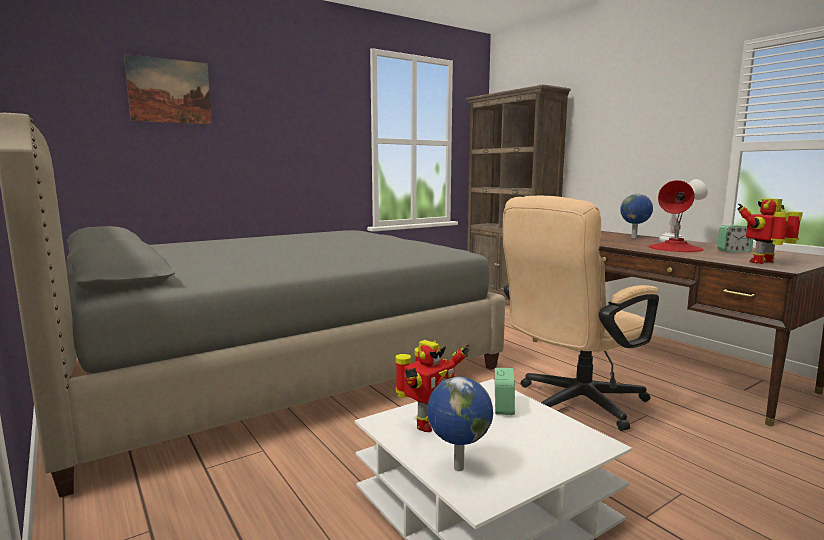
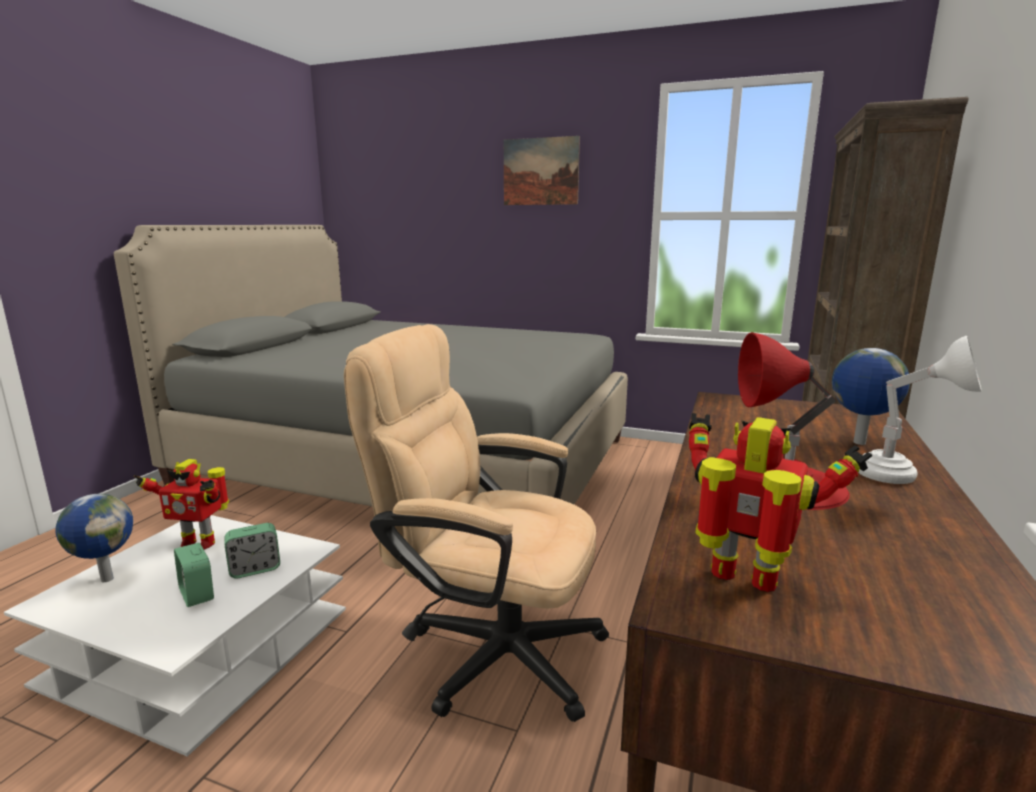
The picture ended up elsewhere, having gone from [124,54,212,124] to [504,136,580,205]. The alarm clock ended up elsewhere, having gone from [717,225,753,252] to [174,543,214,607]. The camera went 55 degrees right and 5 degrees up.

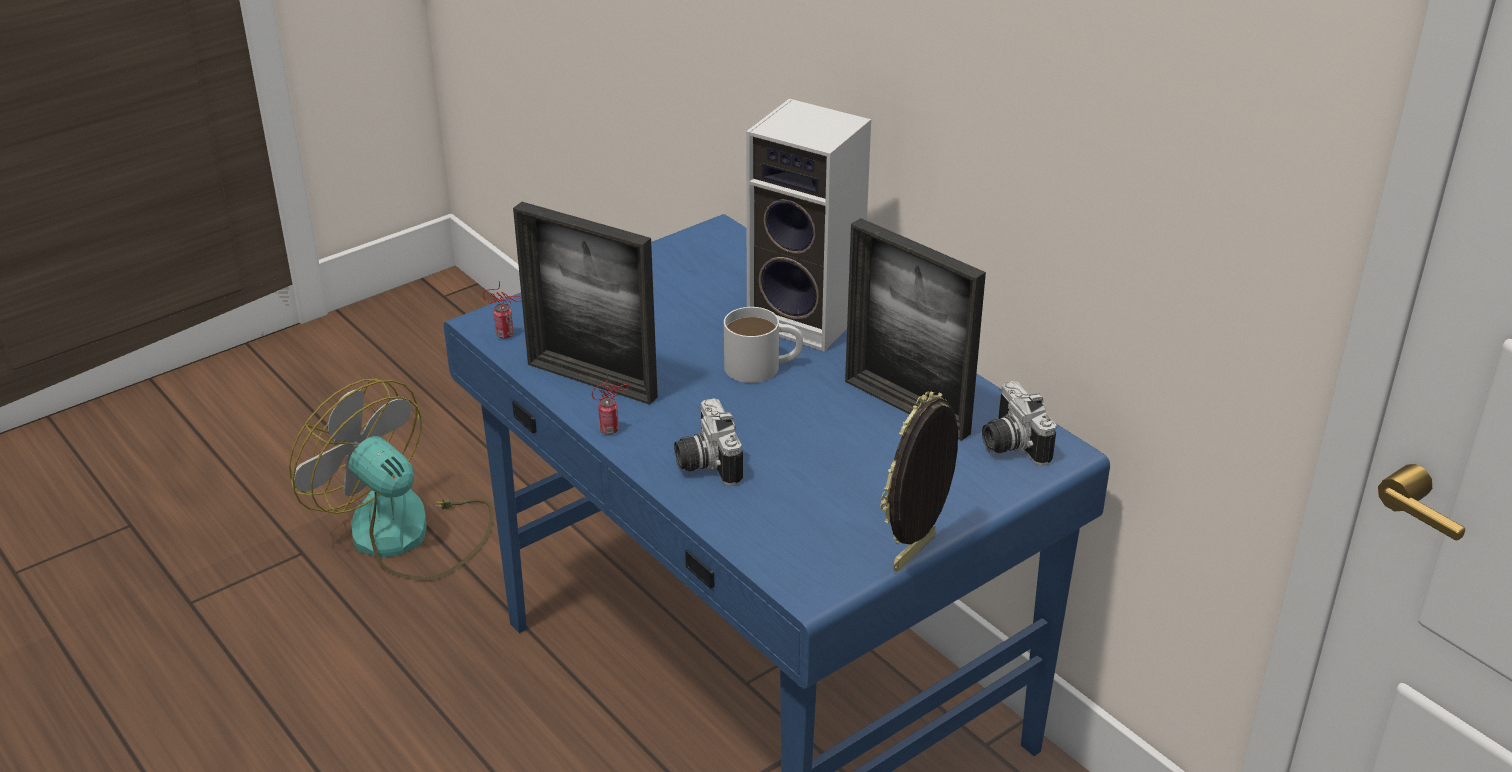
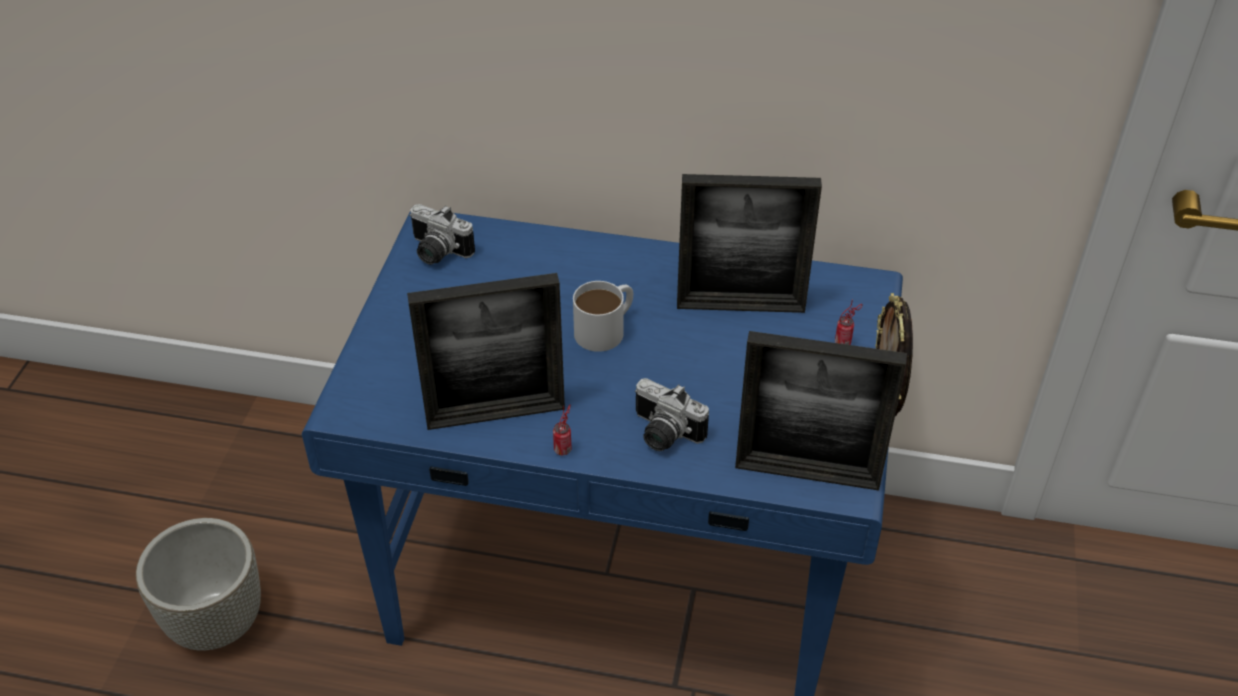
The second view lost the speaker at [746,98,871,352]. The can ended up elsewhere, having gone from [483,281,522,339] to [835,300,863,345]. Where the fan stood at [289,379,494,581], the planter in grey came to stand at [136,518,261,650]. The photo camera ended up elsewhere, having gone from [982,381,1057,466] to [409,204,475,265]. The second view gained the picture frame at [735,331,907,490]. The camera went 40 degrees left and 10 degrees up.

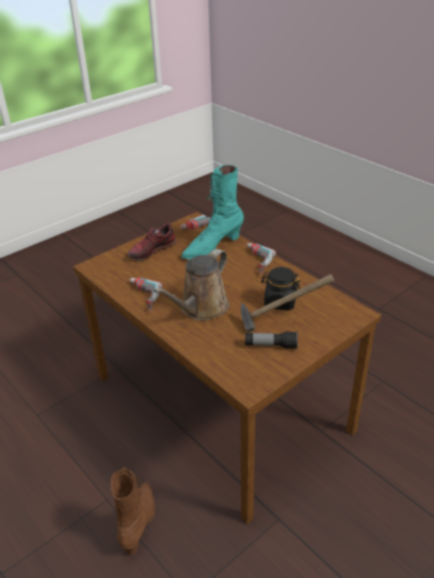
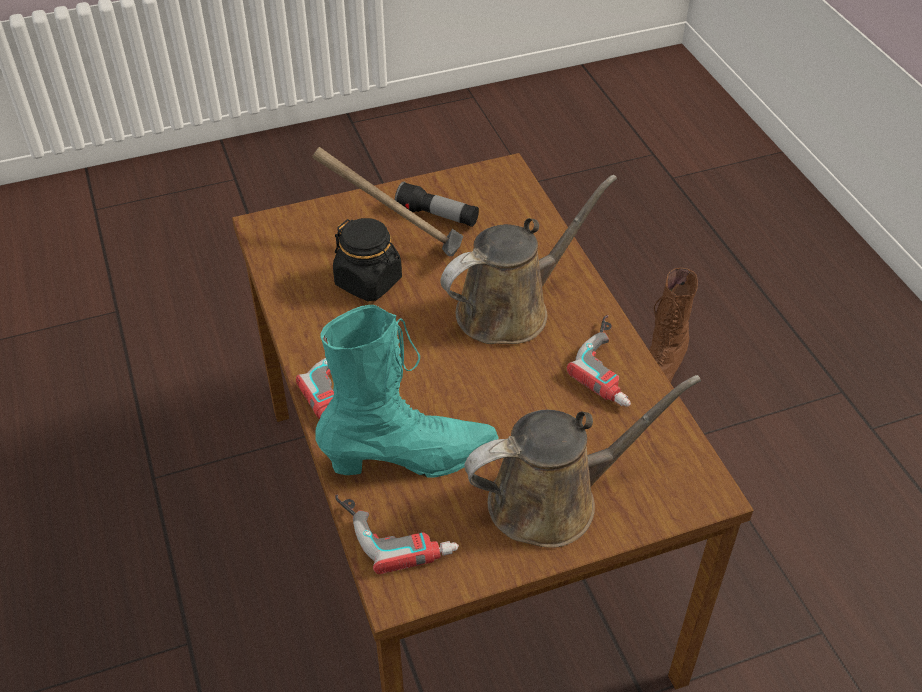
Where the shoe stood at [128,222,177,261], the watering can in brown came to stand at [464,375,701,548]. The camera went 160 degrees left and 10 degrees up.

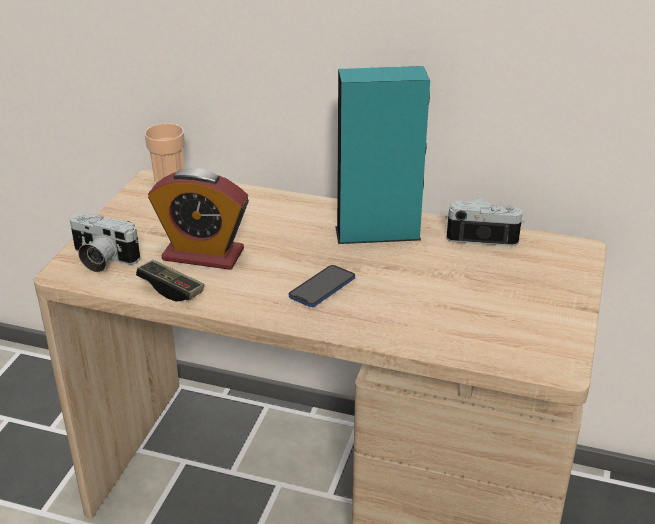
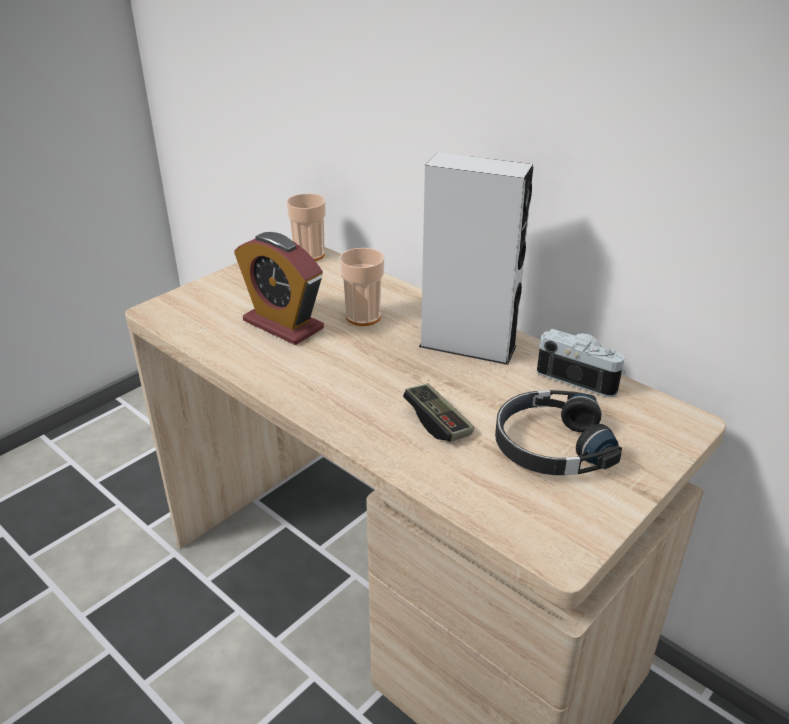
What was the speaker in turquoise at [335,66,430,244] turned into the speaker in grey at [419,152,533,365]. The second view lost the photo camera at [70,213,140,272]. The game controller ended up elsewhere, having gone from [136,260,204,302] to [403,384,474,442]. The second view lost the phone at [289,265,355,307]. The second view gained the cup at [340,248,384,326]. The second view gained the headphones in black at [495,390,622,475]. The camera went 25 degrees right and 0 degrees up.

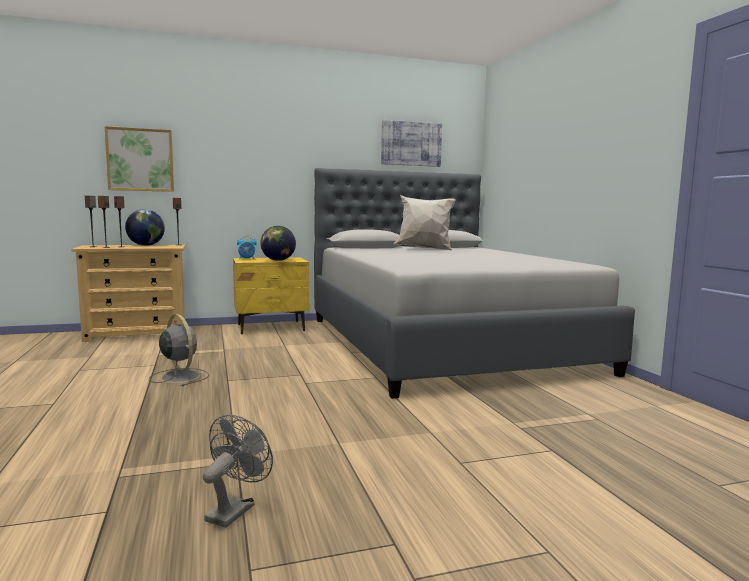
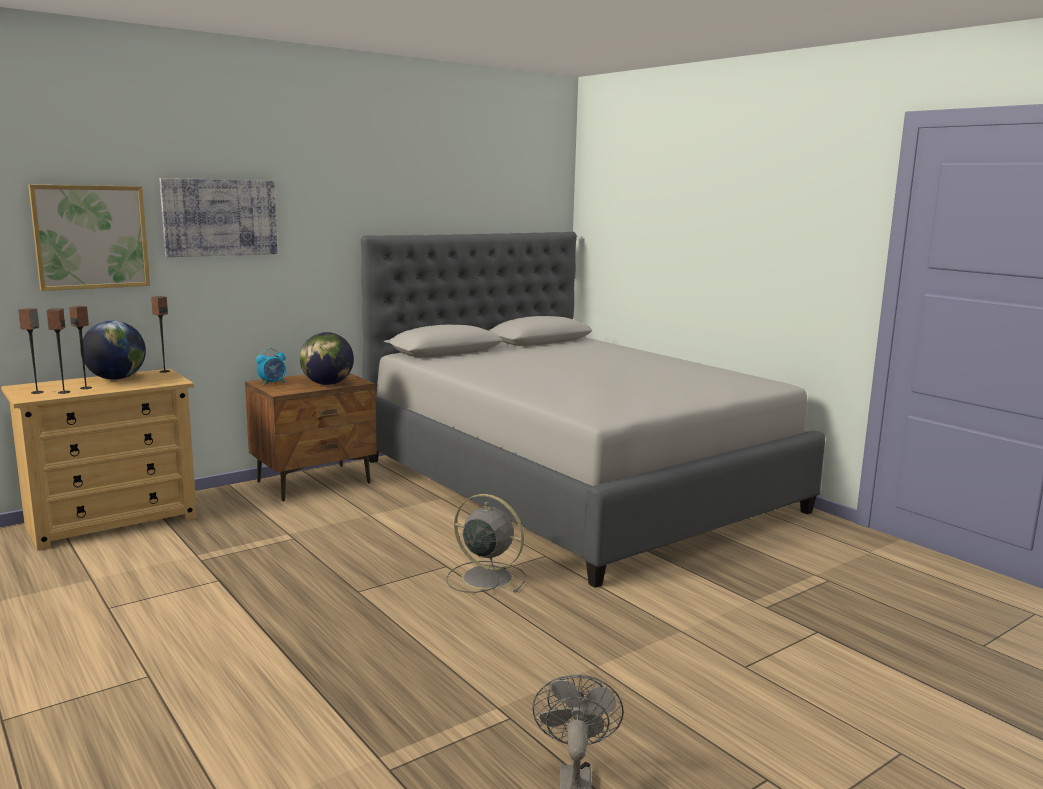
The picture ended up elsewhere, having gone from [381,120,442,167] to [159,178,278,257]. The second view lost the pillow in white at [393,195,456,250]. What was the nightstand in yellow at [233,257,309,334] turned into the nightstand in brown at [245,373,377,501]. The fan in grey ended up elsewhere, having gone from [149,314,209,386] to [447,494,526,593]. The camera went 20 degrees left and 5 degrees up.

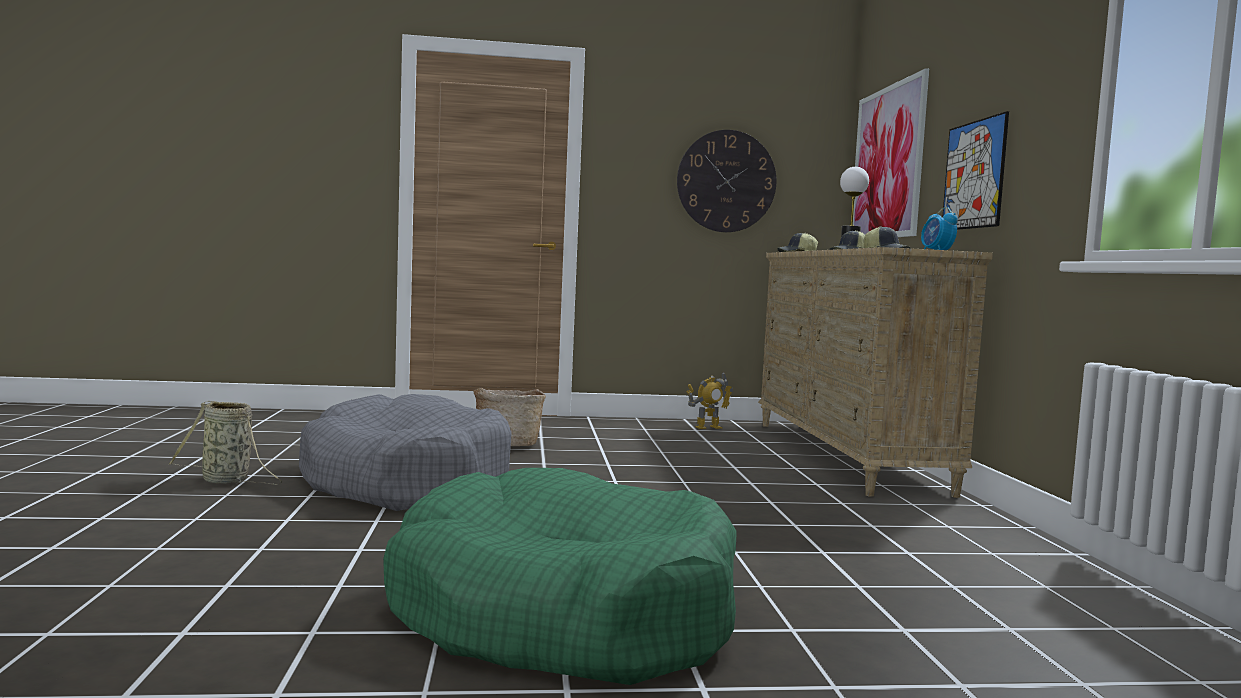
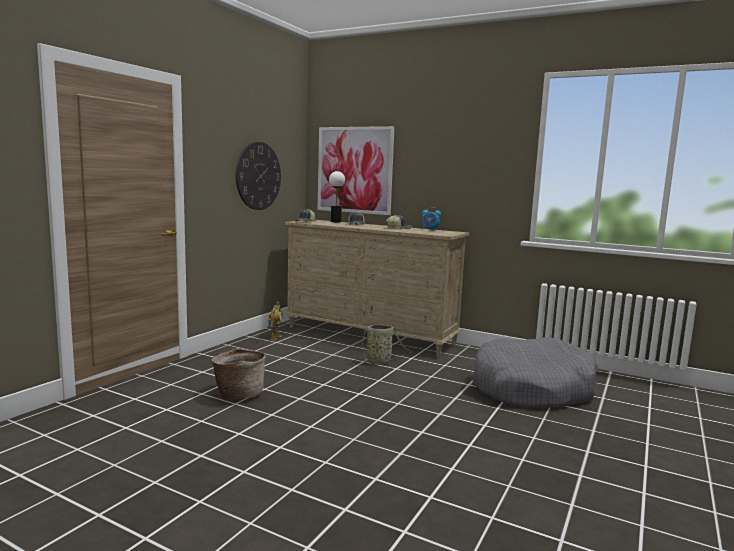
The second view lost the picture at [942,111,1009,230]. The dog bed in grey ended up elsewhere, having gone from [299,394,512,511] to [473,337,598,409]. The basket ended up elsewhere, having gone from [168,401,282,485] to [356,324,411,365]. The second view lost the dog bed in green at [383,468,737,685]. The camera went 55 degrees left and 5 degrees up.

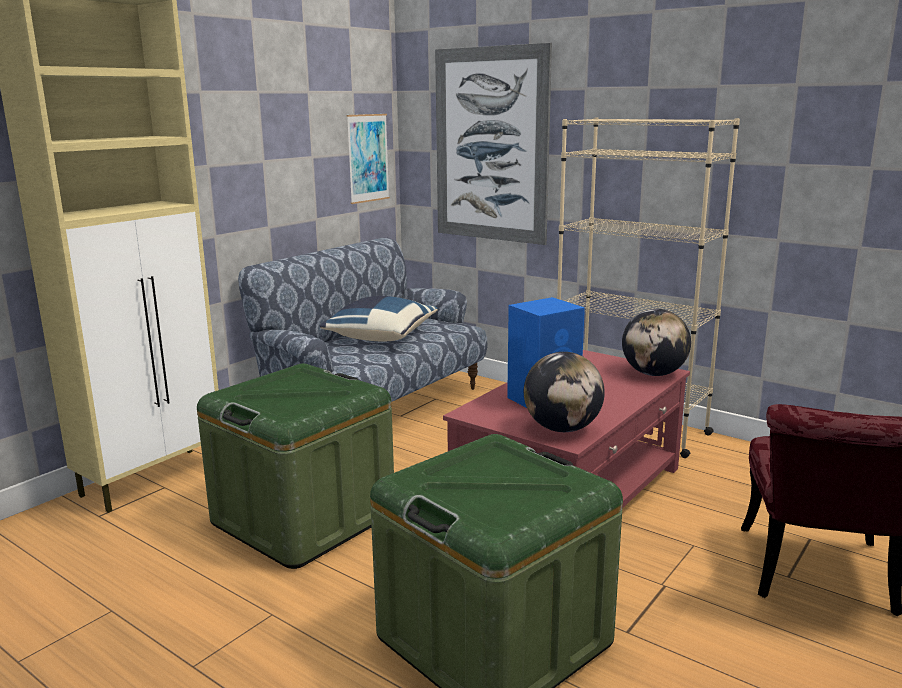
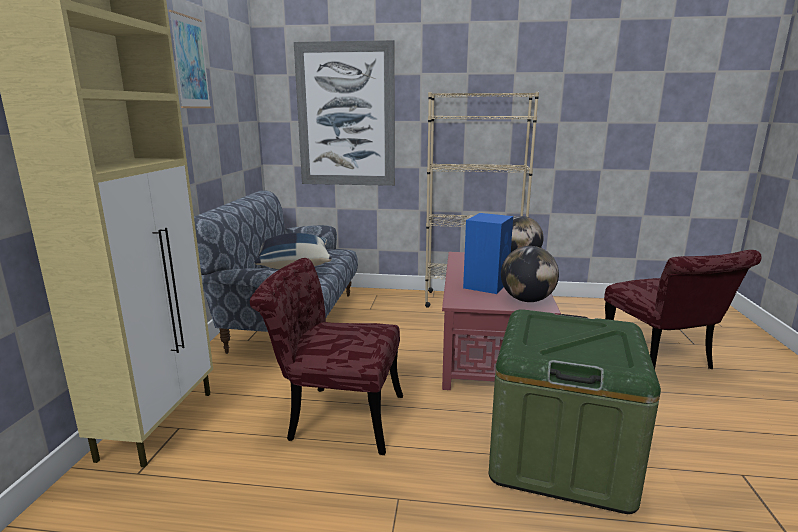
The picture ended up elsewhere, having gone from [346,114,390,204] to [169,10,211,108]. Where the storage box in green stood at [197,363,394,569], the chair in red came to stand at [250,258,403,455]. The camera went 30 degrees left and 0 degrees up.

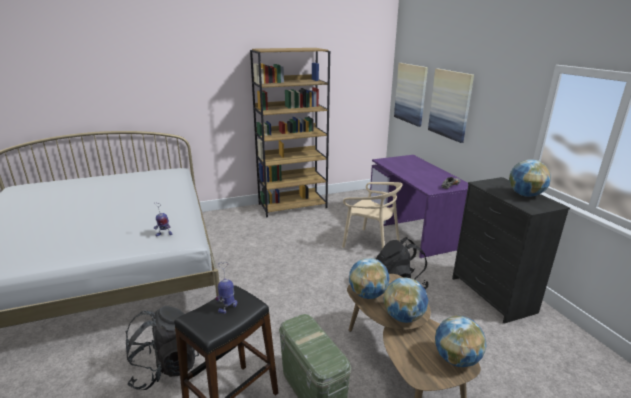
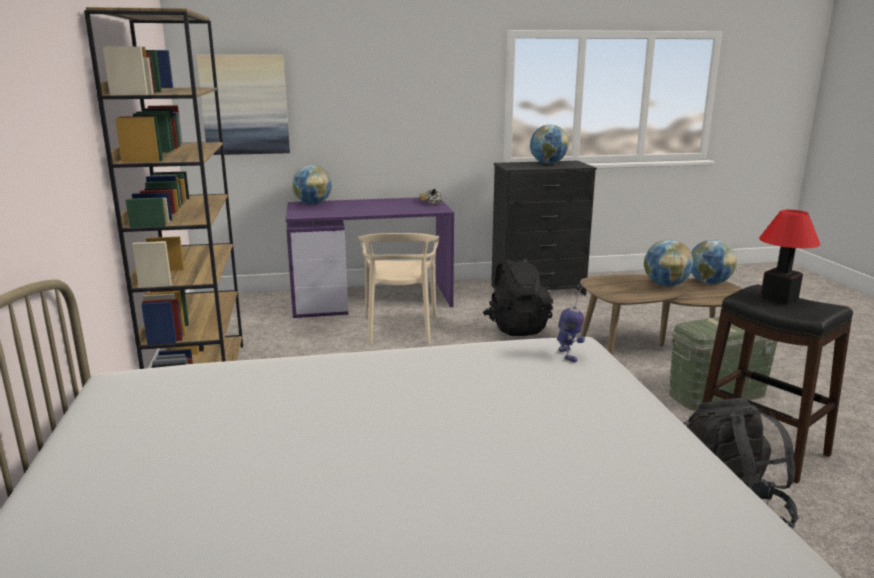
The second view lost the picture at [428,69,474,143]. The chair in beige at [342,182,403,249] ended up facing another way, 135 degrees clockwise from before. The globe ended up elsewhere, having gone from [349,258,389,299] to [292,165,332,204]. Where the toy robot stood at [215,262,238,314], the table lamp came to stand at [759,210,820,304]. The camera went 80 degrees left and 5 degrees down.

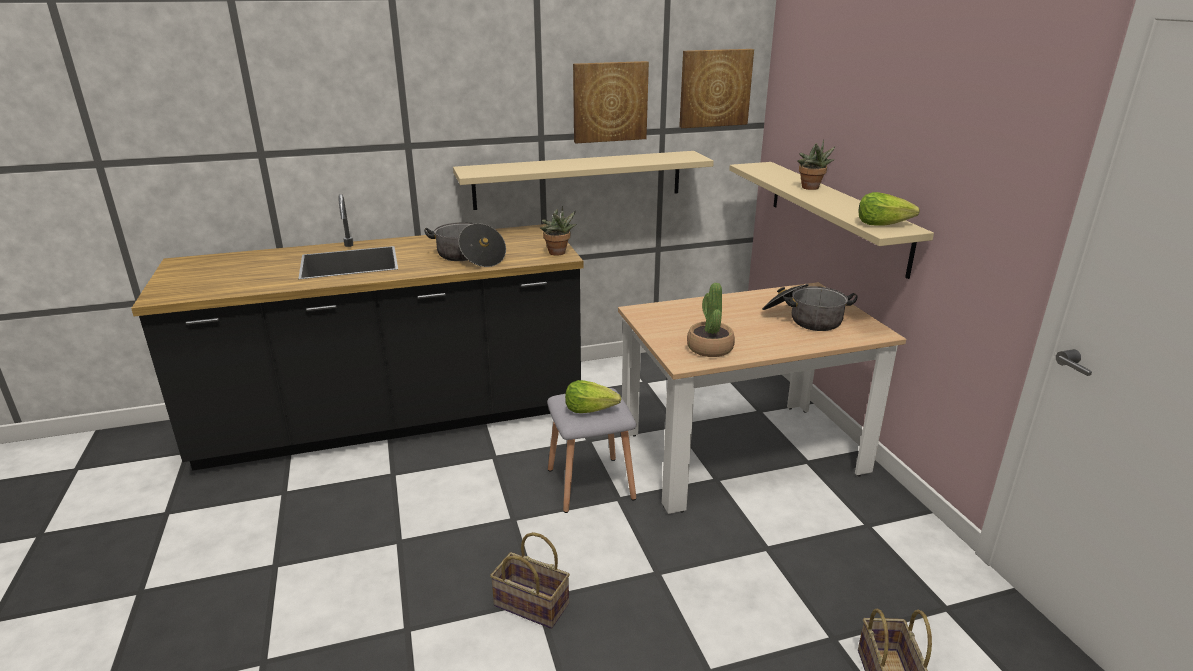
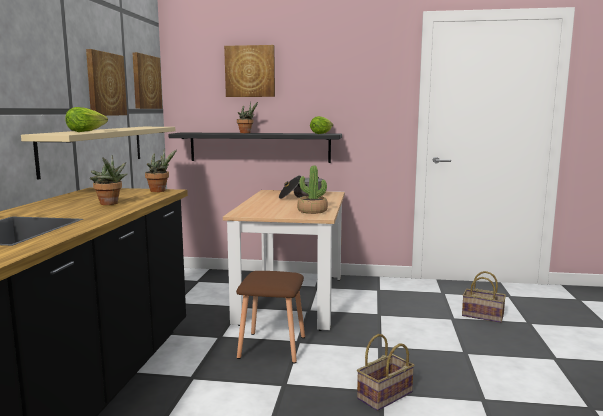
What was the shelf in beige at [729,162,934,279] turned into the shelf in black at [168,133,342,163]. Where the cooking pot stood at [424,222,506,267], the potted plant came to stand at [90,155,128,205]. The lettuce ended up elsewhere, having gone from [565,380,621,413] to [65,107,108,132]. What was the stool in grey at [547,388,636,513] turned into the stool in brown at [236,271,305,363]. The second view gained the picture at [224,45,275,97]. The camera went 65 degrees left and 15 degrees down.

